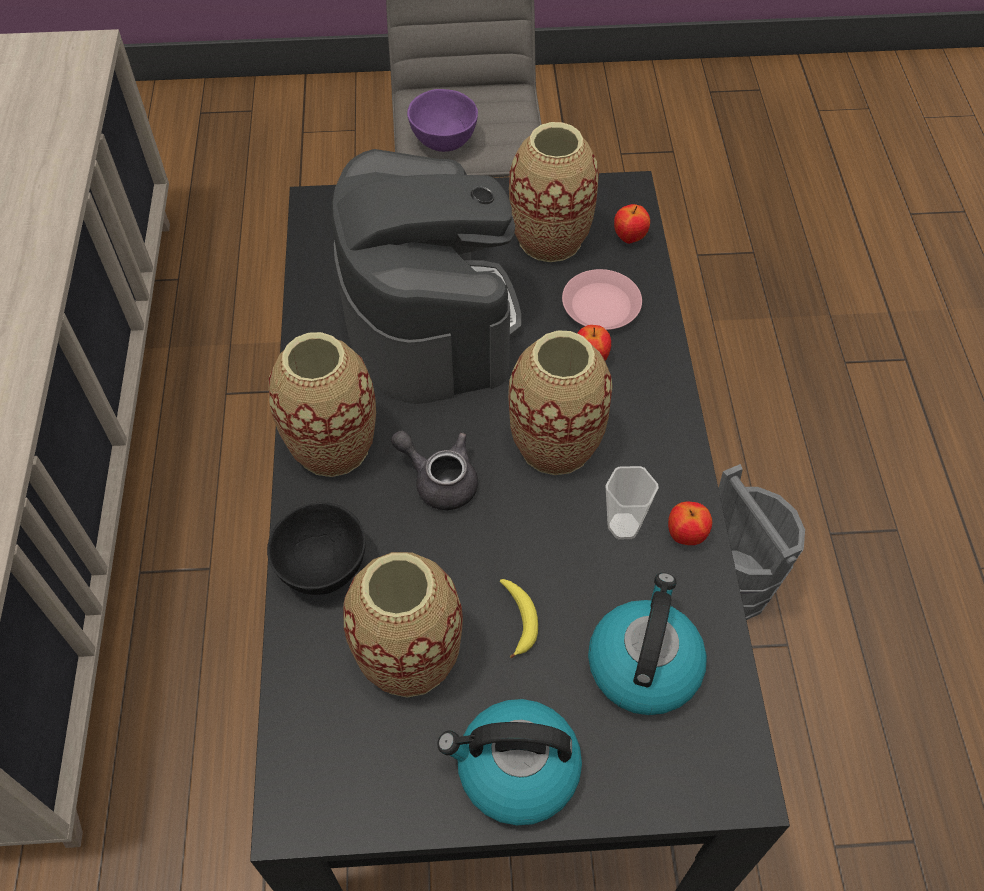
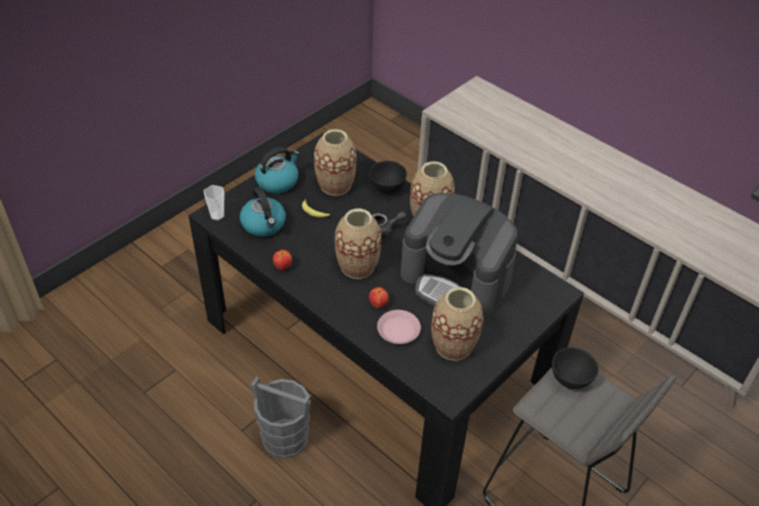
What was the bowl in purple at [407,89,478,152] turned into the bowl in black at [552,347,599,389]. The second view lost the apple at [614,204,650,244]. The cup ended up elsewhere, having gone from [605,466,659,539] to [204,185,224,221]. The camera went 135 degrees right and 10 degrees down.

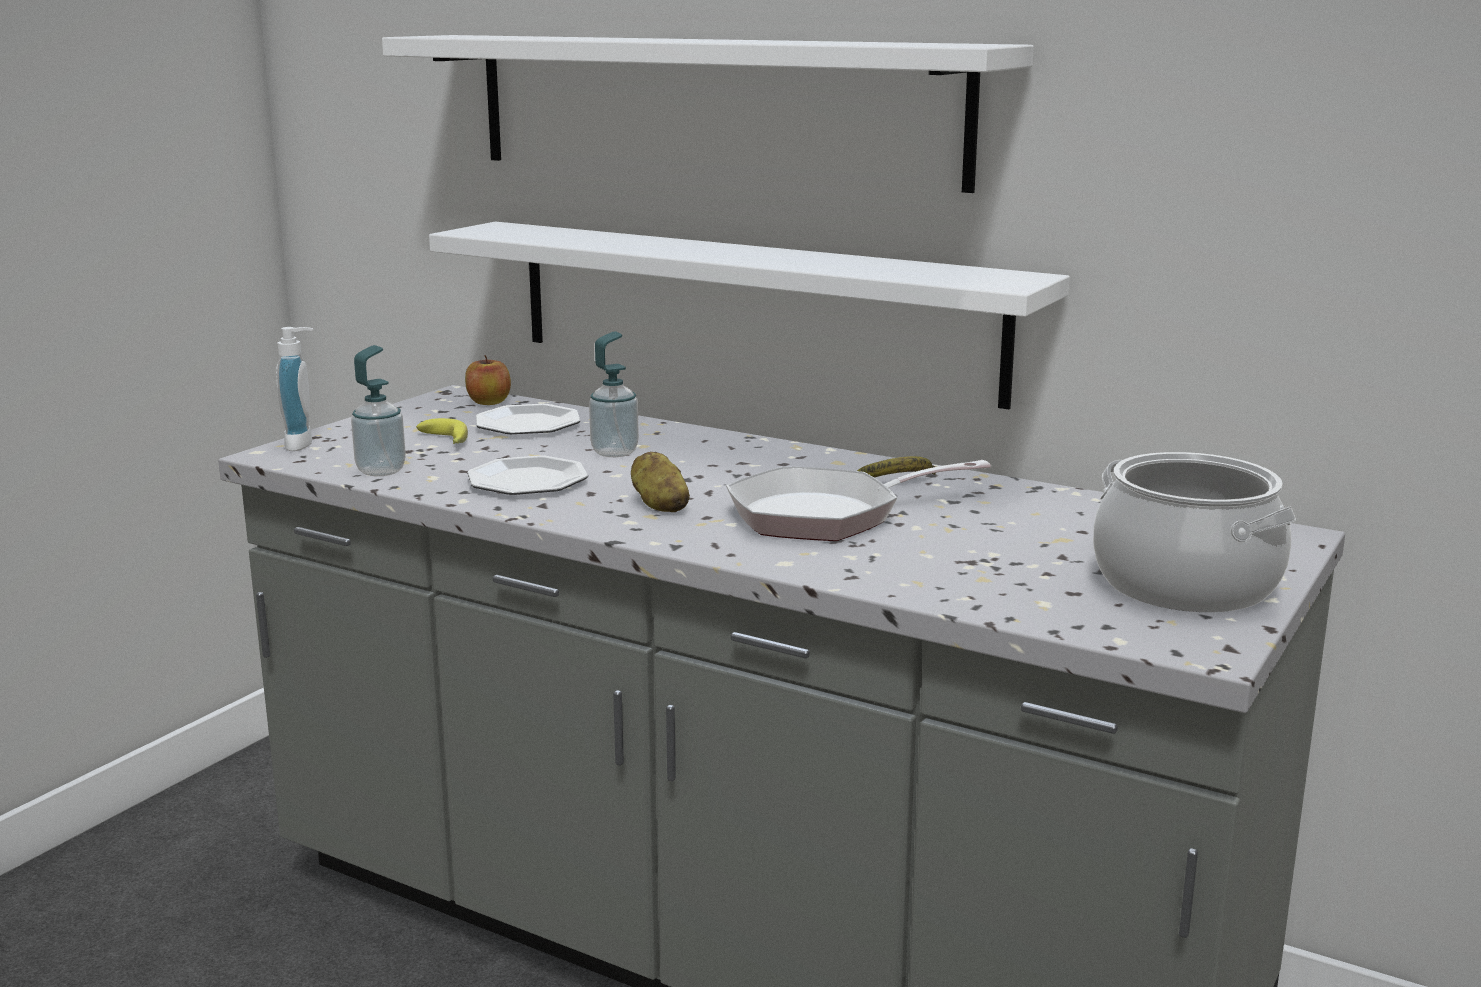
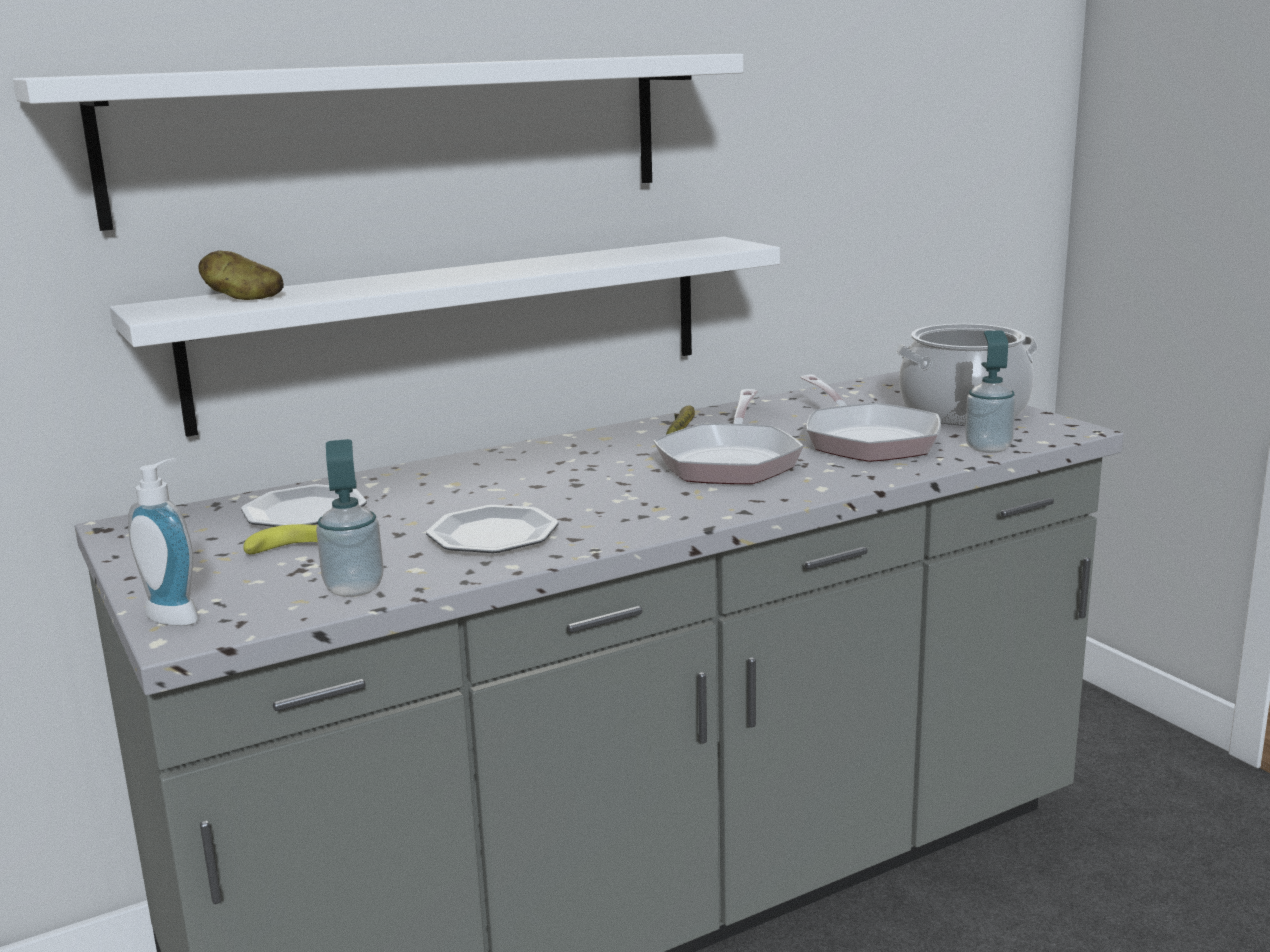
The soap dispenser ended up elsewhere, having gone from [589,331,639,457] to [965,330,1016,453]. The second view lost the apple at [465,355,511,405]. The potato ended up elsewhere, having gone from [631,452,690,512] to [198,251,284,300]. The second view gained the frying pan at [800,375,941,462]. The camera went 60 degrees left and 0 degrees up.

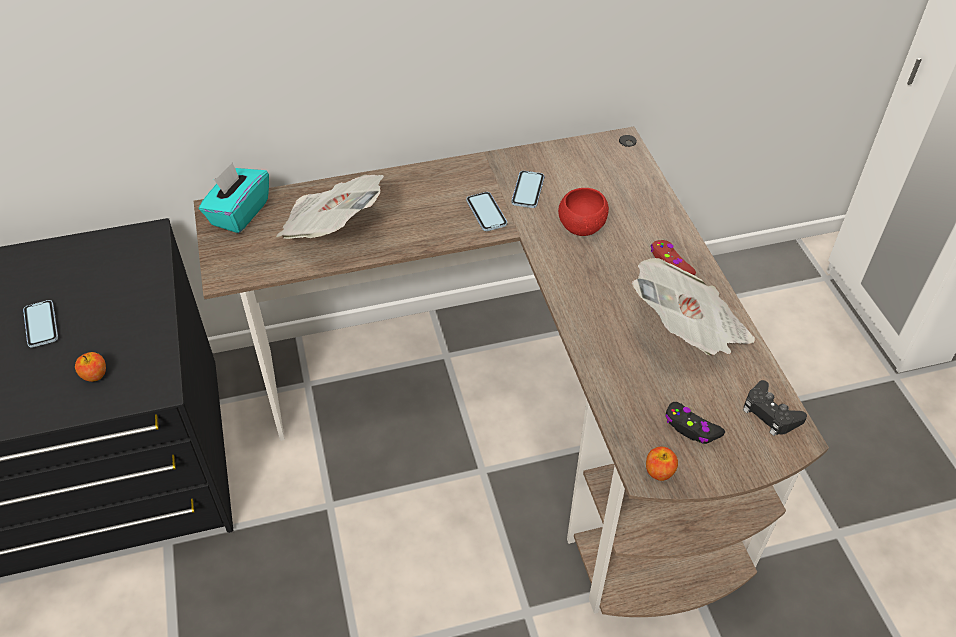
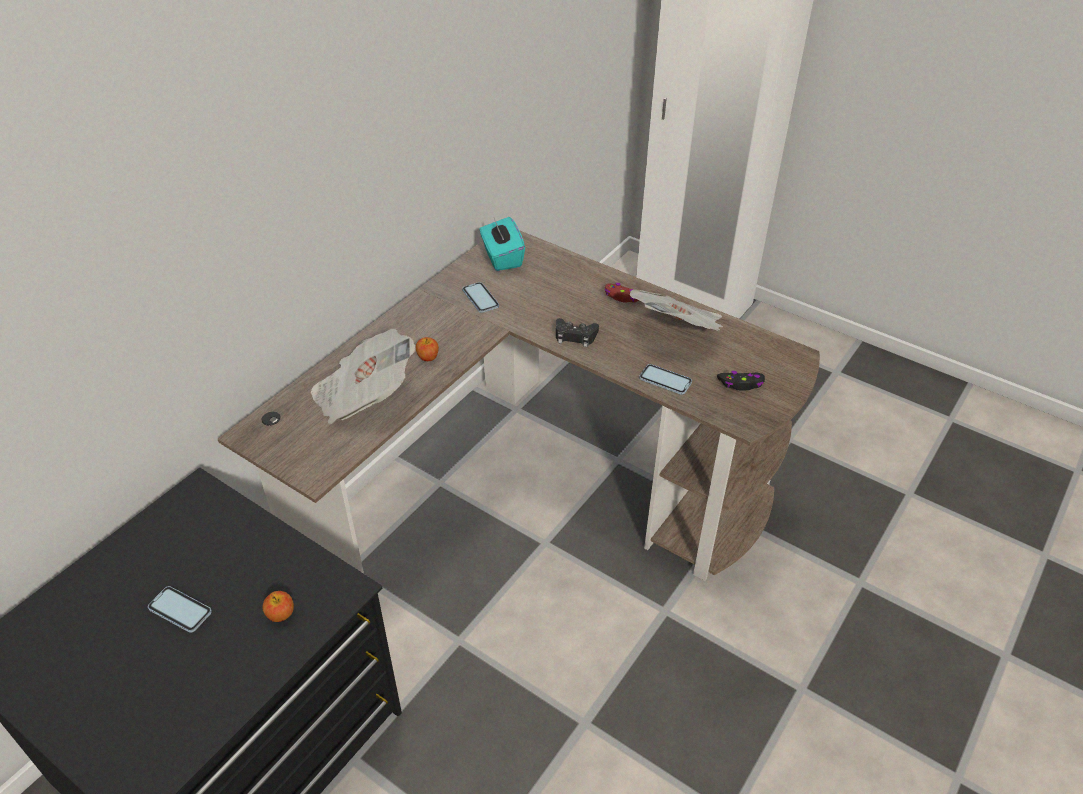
The tissue box in turquoise ended up elsewhere, having gone from [199,162,269,233] to [480,216,525,271]. The second view lost the bowl in red at [558,188,609,236]. The phone ended up elsewhere, having gone from [466,192,507,231] to [639,364,692,395]. The game controller in black ended up elsewhere, having gone from [743,380,807,436] to [556,318,599,347]. The apple ended up elsewhere, having gone from [646,447,678,481] to [416,337,439,361]. The camera went 40 degrees left and 5 degrees down.

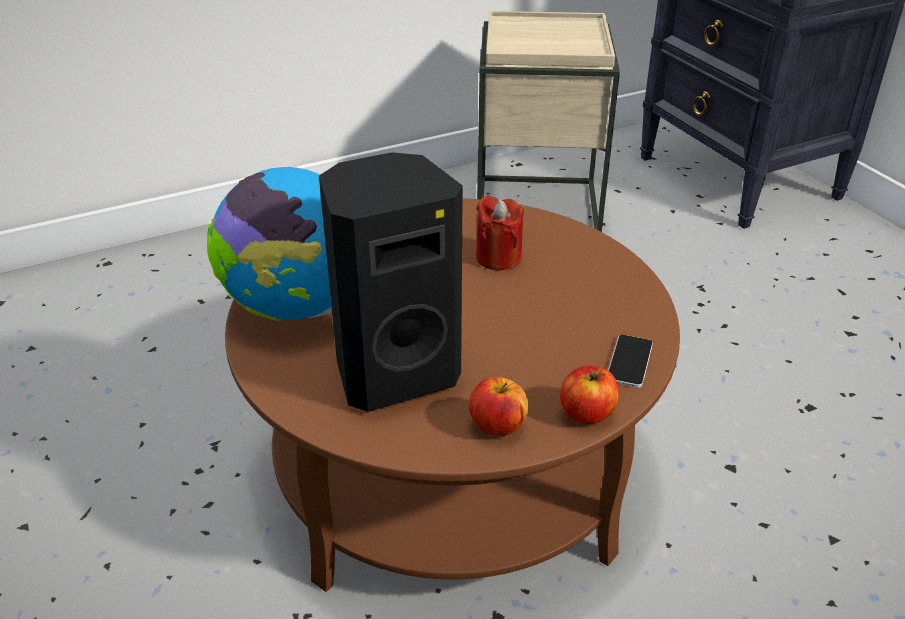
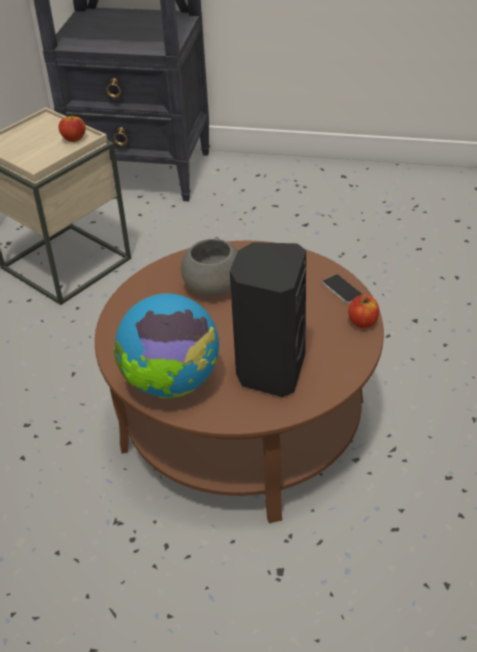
Where the candle in red stood at [476,195,524,270], the bowl in grey came to stand at [181,237,238,296]. The apple ended up elsewhere, having gone from [469,377,529,436] to [58,115,86,142]. The camera went 50 degrees left and 5 degrees up.

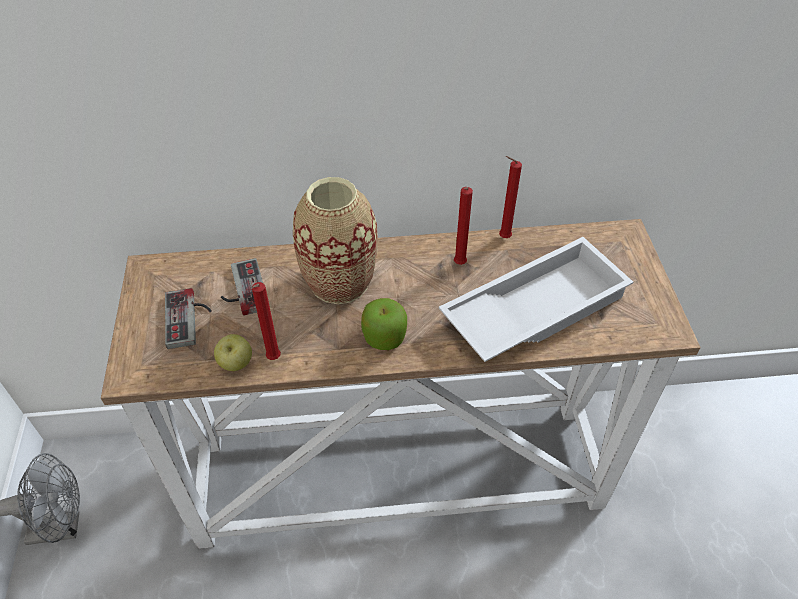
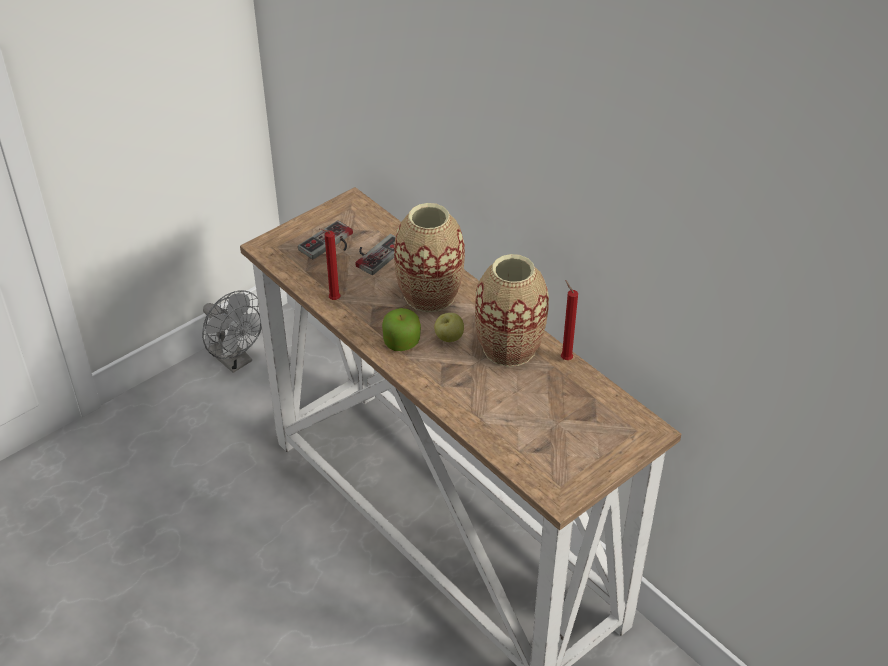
Where the candle in red stood at [454,187,473,265], the vase came to stand at [475,254,549,367]. The second view lost the tray in white at [439,237,633,362]. The apple ended up elsewhere, having gone from [214,334,252,371] to [434,313,464,342]. The camera went 55 degrees right and 5 degrees down.

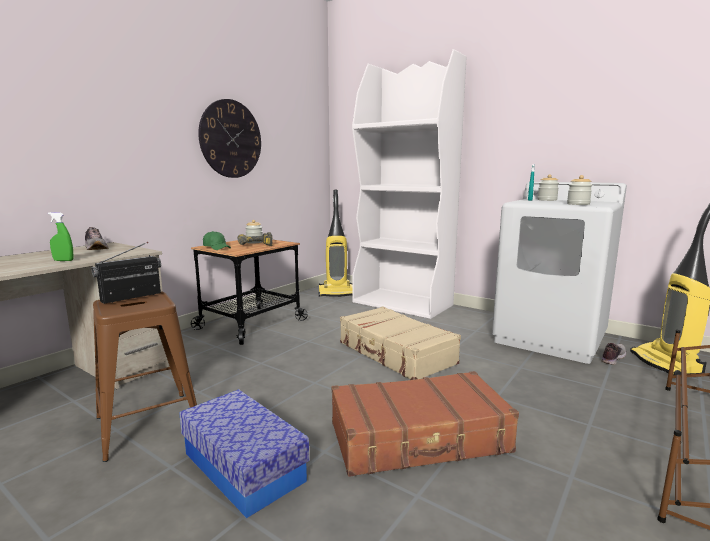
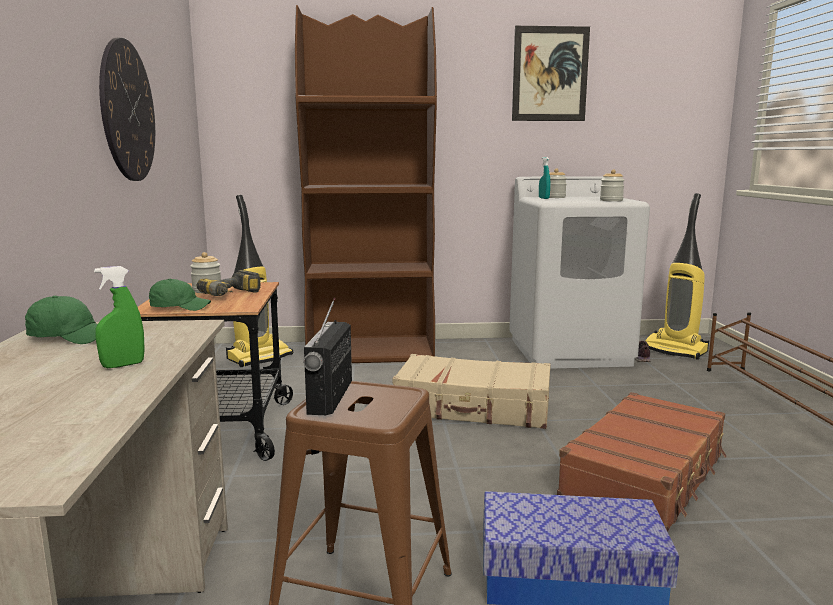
What was the bookcase in white at [352,49,467,319] turned into the bookcase in brown at [295,5,437,363]. Where the shoe stood at [85,227,108,250], the cap in green came to stand at [25,296,97,344]. The second view gained the picture at [512,26,590,121]. The camera went 40 degrees left and 0 degrees up.

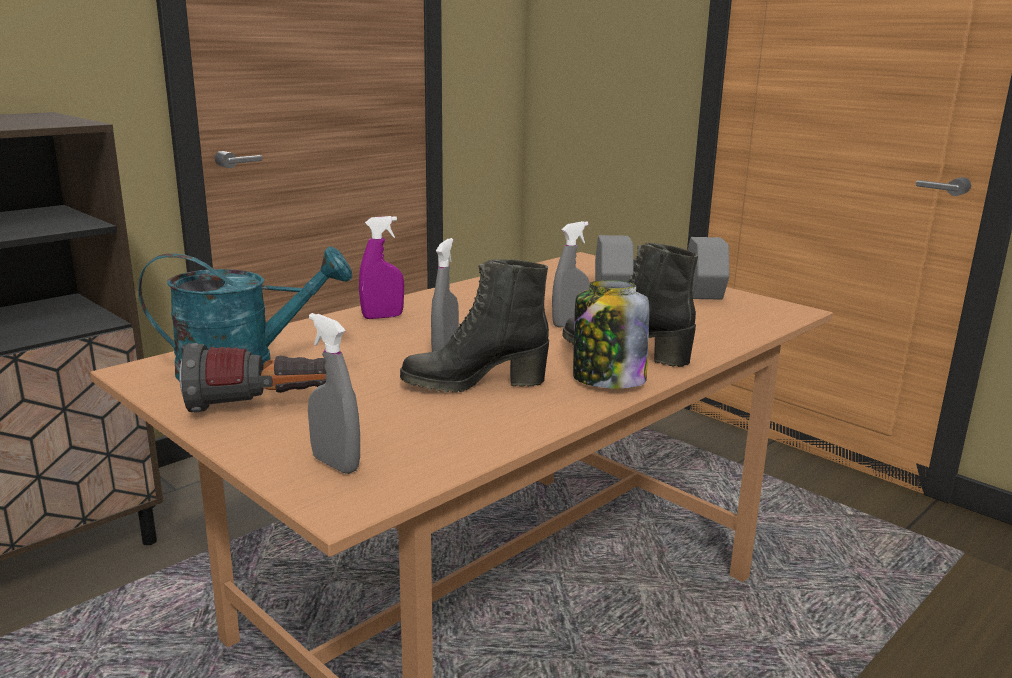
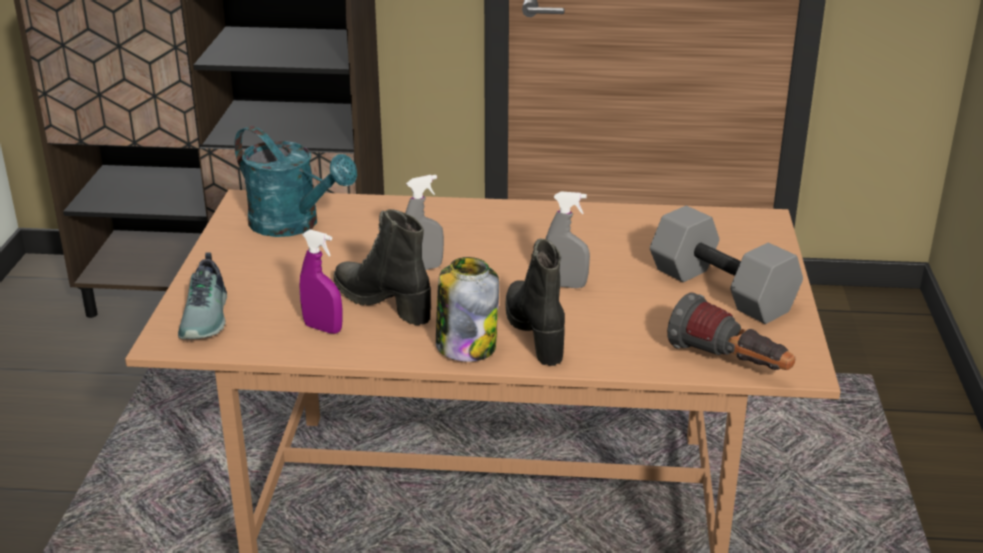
The spray bottle in purple ended up elsewhere, having gone from [359,216,404,319] to [300,230,342,334]. Where the spray bottle in grey stood at [308,313,360,474], the shoe came to stand at [178,252,227,339]. The flashlight ended up elsewhere, having gone from [179,343,326,413] to [667,292,795,370]. The camera went 50 degrees right and 10 degrees up.

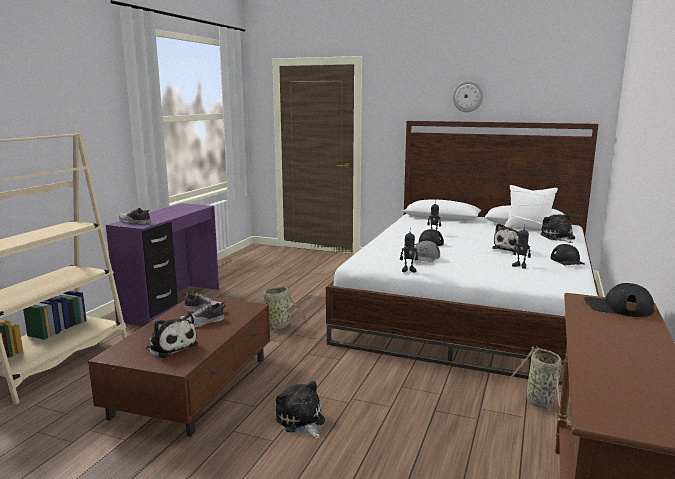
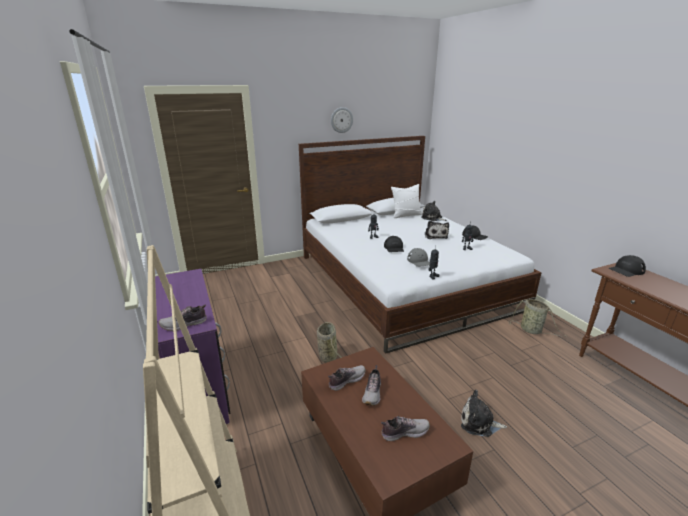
Where the plush toy stood at [146,313,198,358], the shoe came to stand at [381,416,430,441]. The camera went 45 degrees left and 10 degrees up.

